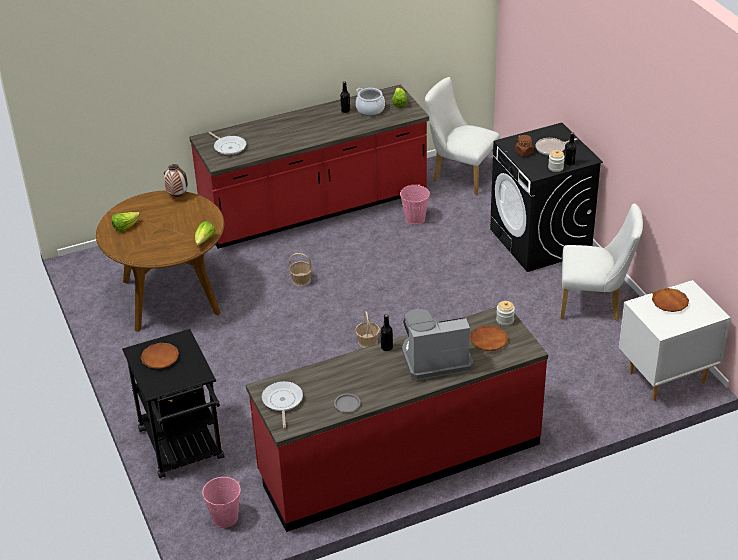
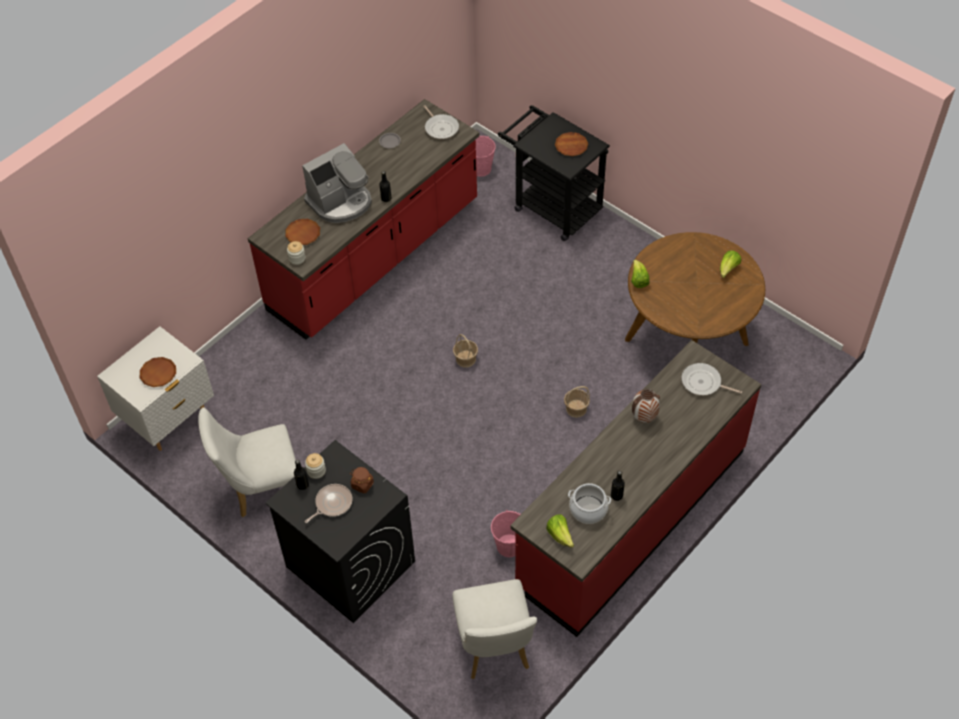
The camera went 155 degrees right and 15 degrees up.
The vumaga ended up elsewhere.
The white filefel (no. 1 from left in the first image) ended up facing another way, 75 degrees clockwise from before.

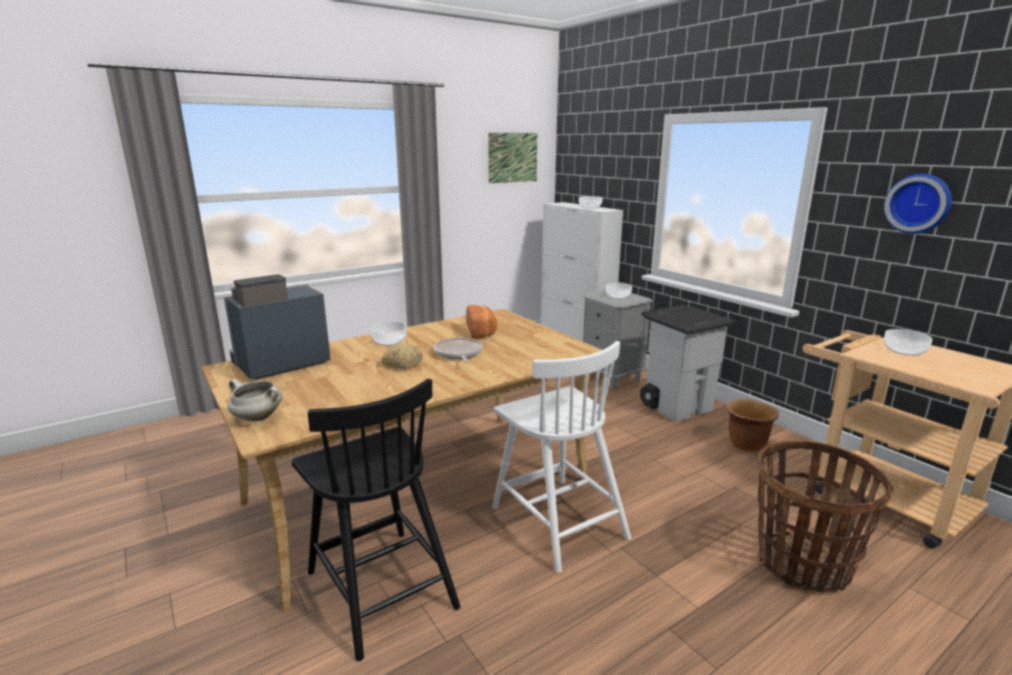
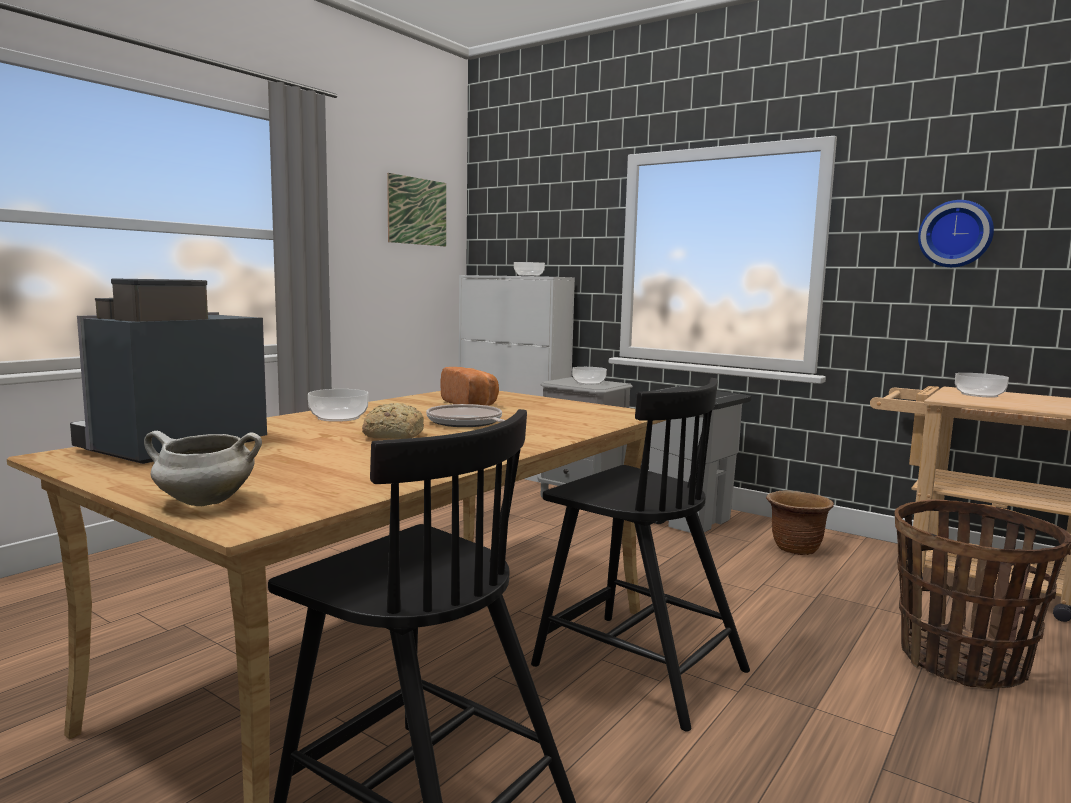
The camera went 20 degrees left and 10 degrees down.
What was the white filefel turned into the black filefel (no. 2 from left).

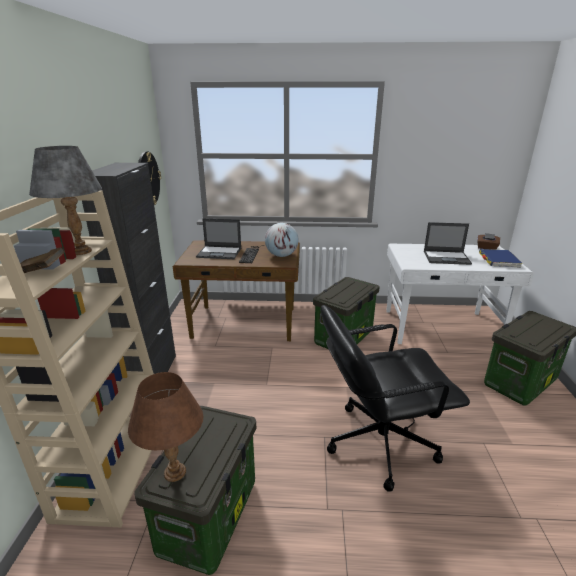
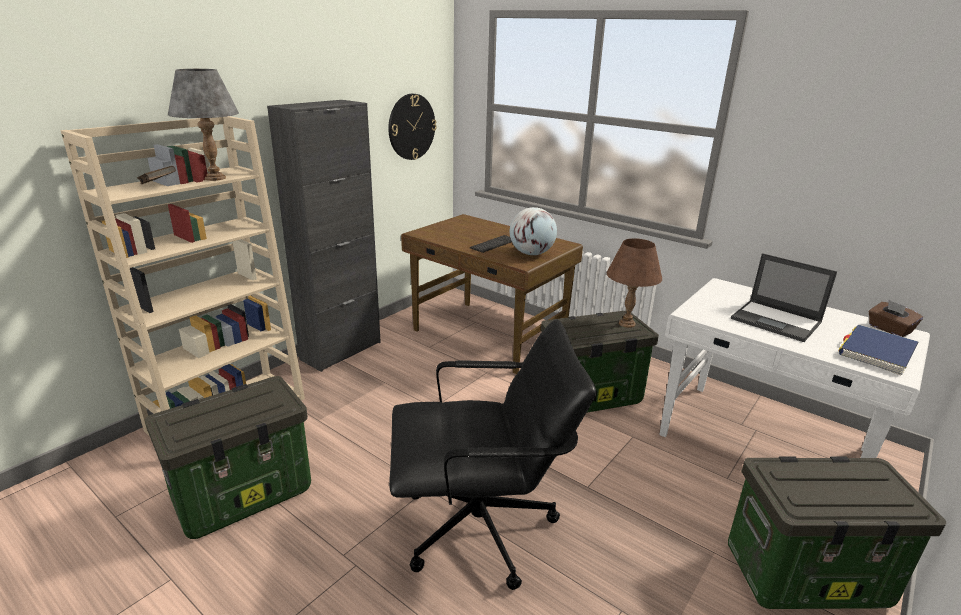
The camera went 35 degrees right and 0 degrees up.
The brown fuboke ended up elsewhere.
The second view lost the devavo (no. 1 from left).
The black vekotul ended up facing another way, 150 degrees clockwise from before.

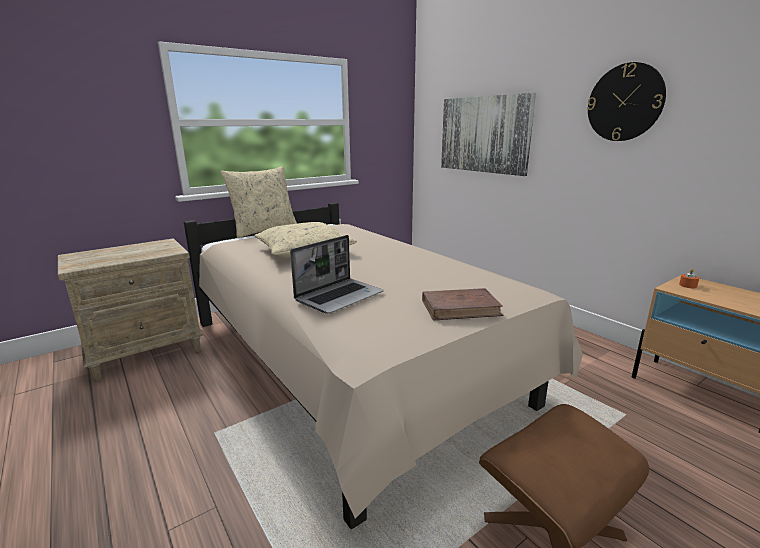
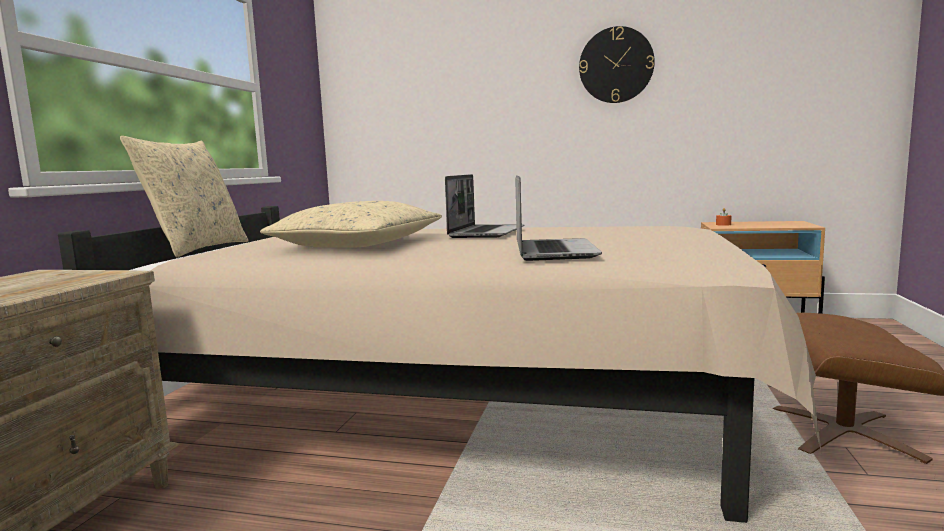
The camera went 40 degrees left and 10 degrees down.
The second view lost the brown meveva.
The second view lost the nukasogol.
The second view gained the devavo (no. 1 from left).

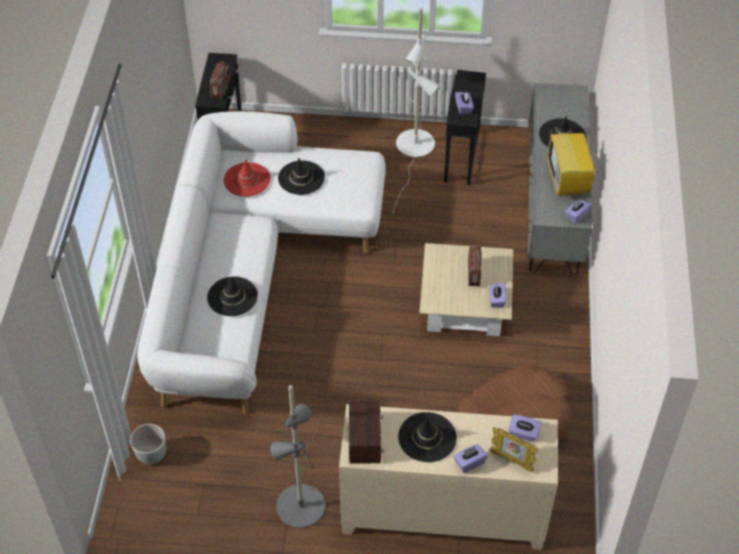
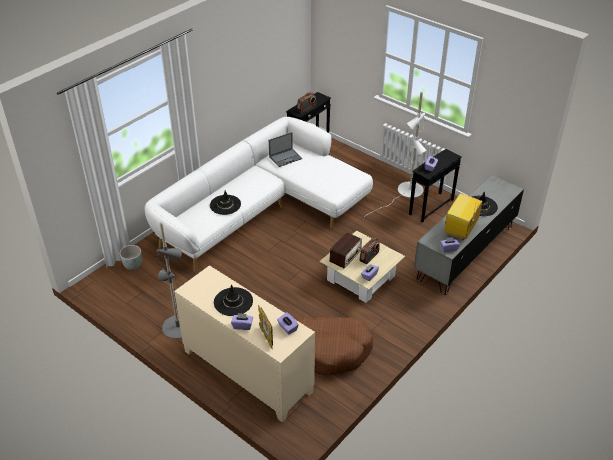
The camera went 35 degrees right and 10 degrees down.
Where the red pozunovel stood, the devavo came to stand.
The second view lost the black pozunovel (no. 2 from left).
The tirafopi (no. 2 from left) ended up elsewhere.

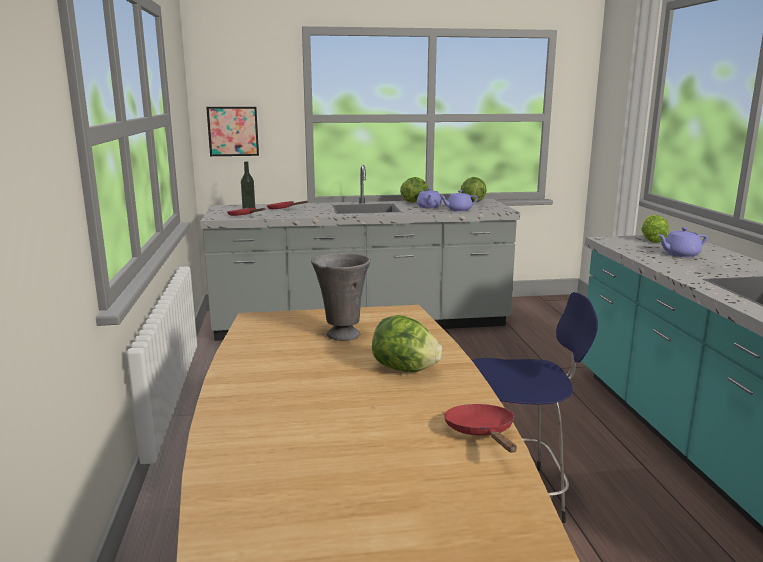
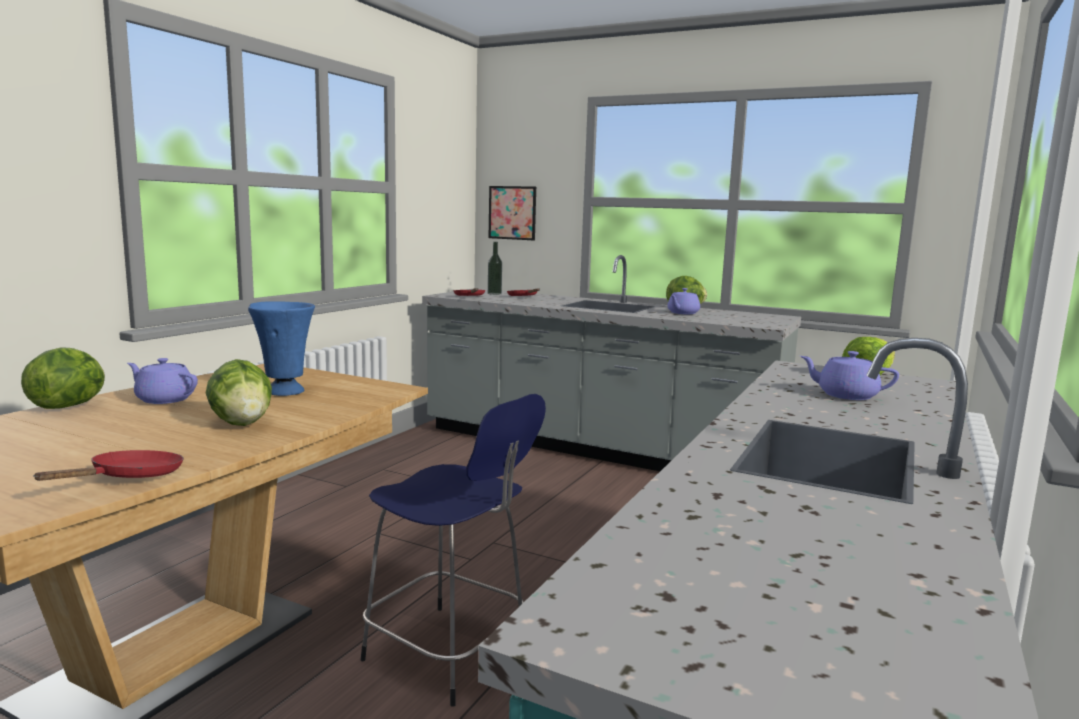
The camera went 35 degrees right and 5 degrees down.
What was the grey vumaga turned into the blue vumaga.
The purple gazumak (no. 2 from left in the first image) ended up elsewhere.
The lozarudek (no. 3 from left in the first image) ended up elsewhere.

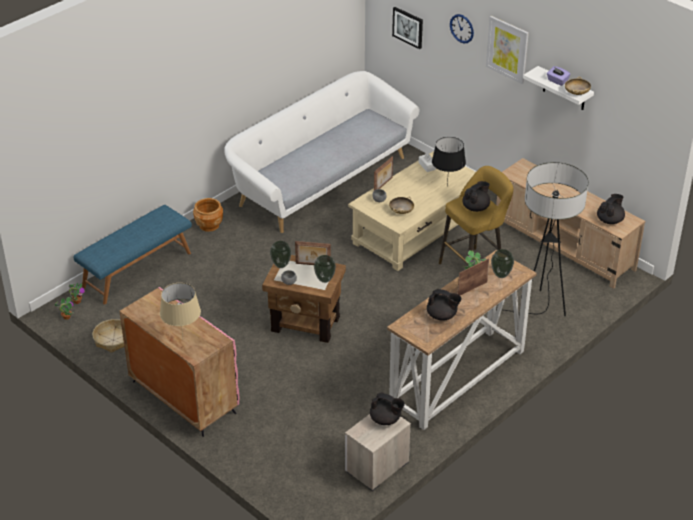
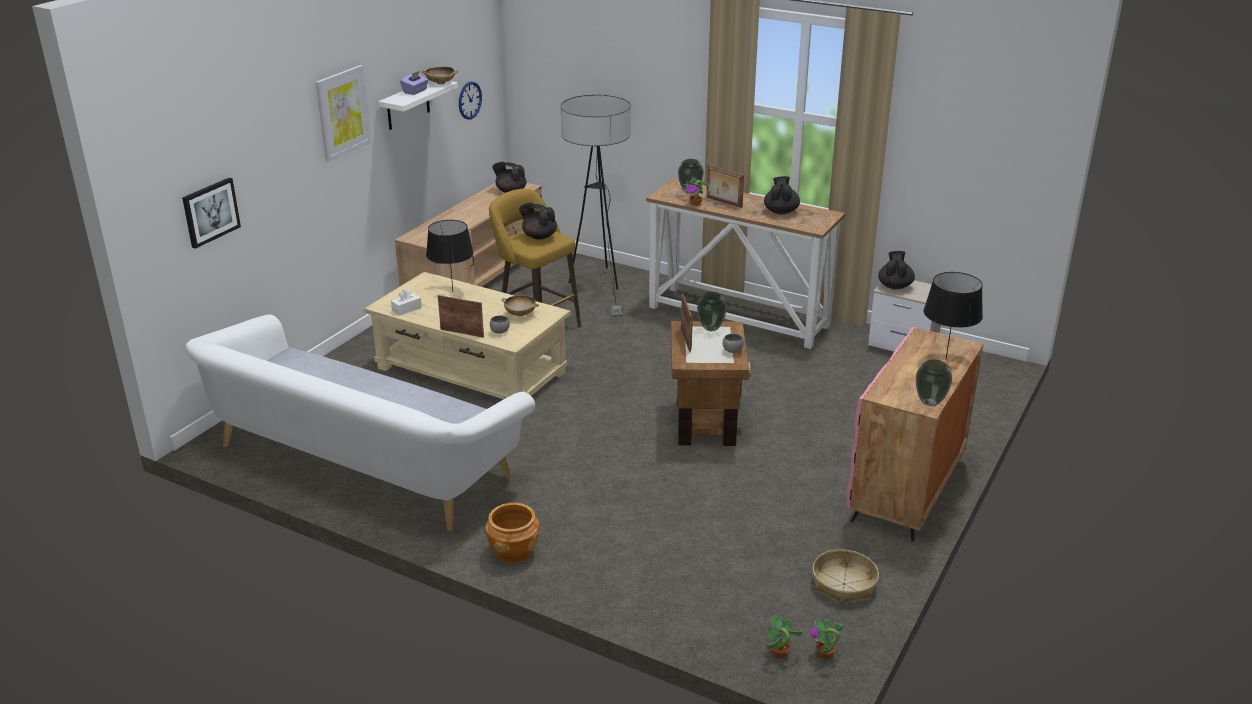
The camera went 105 degrees left and 10 degrees down.
The second view lost the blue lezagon.
What was the beige fuboke turned into the black fuboke (no. 2 from left).
The vumaga (no. 1 from left in the first image) ended up elsewhere.
The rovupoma ended up elsewhere.

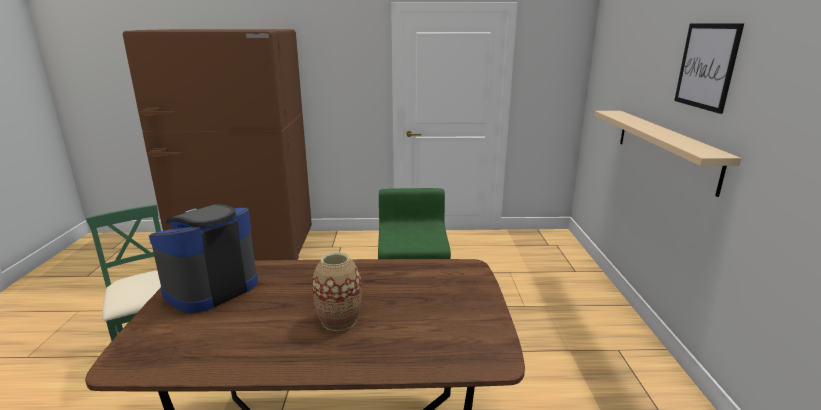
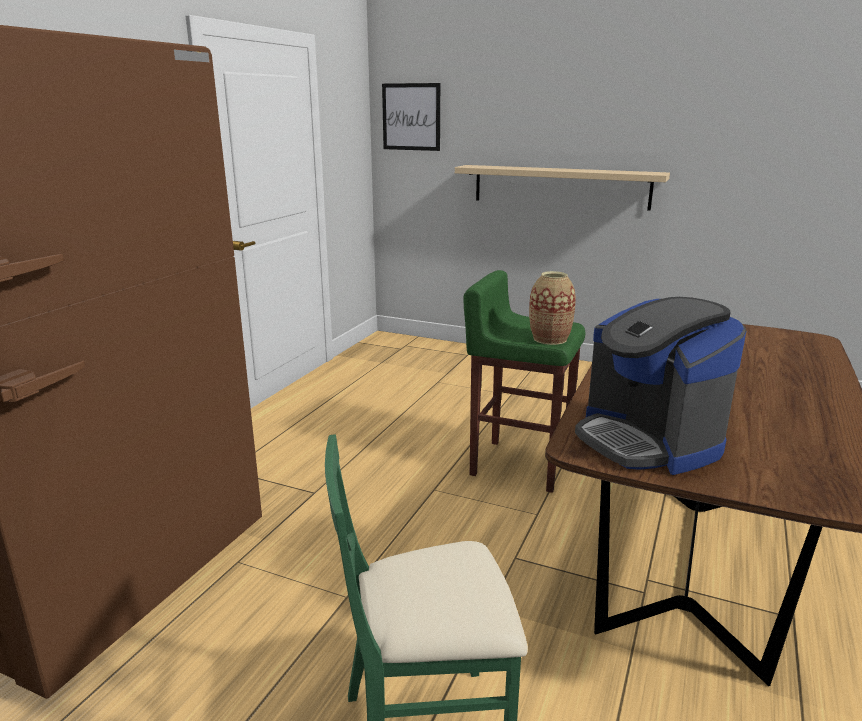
The camera went 65 degrees left and 0 degrees up.
The vumaga ended up elsewhere.
The nukasogol ended up elsewhere.

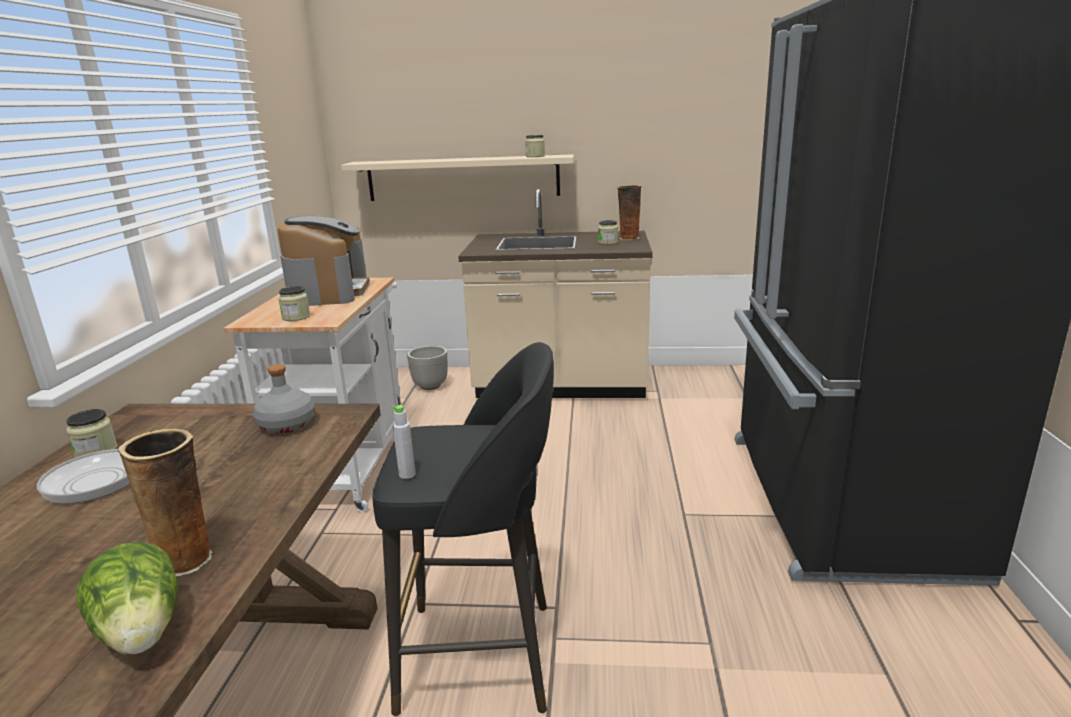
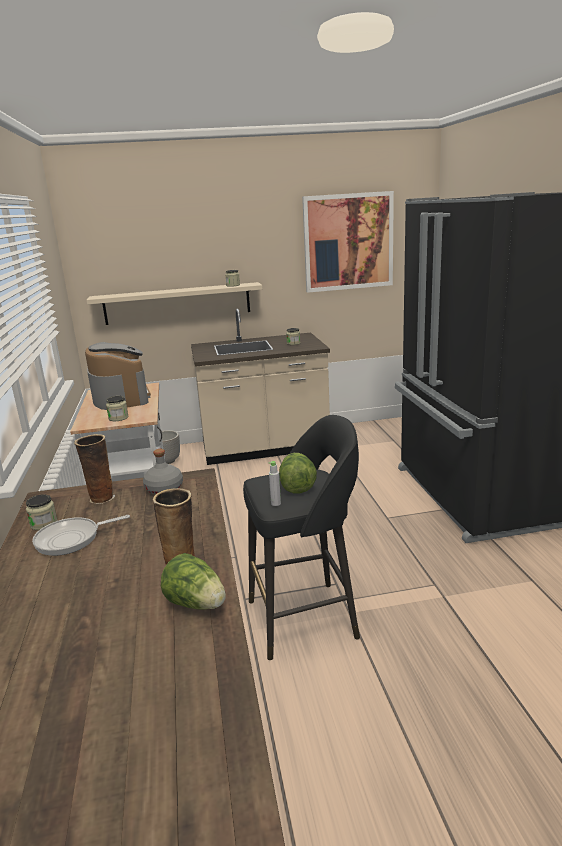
The camera went 15 degrees left and 0 degrees up.
The vumaga (no. 2 from left in the first image) ended up elsewhere.
The second view gained the lozarudek (no. 2 from left).
The second view gained the nukasogol.

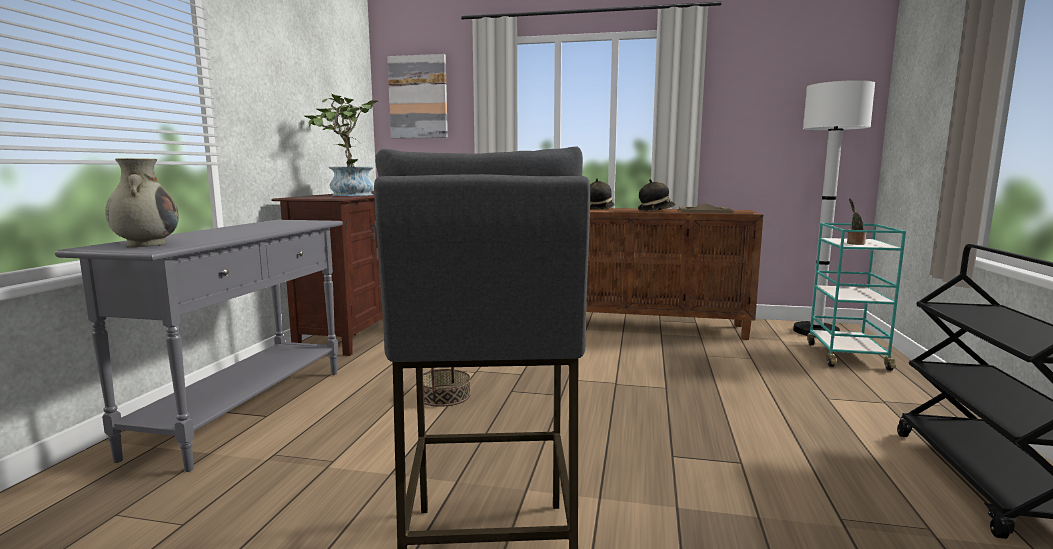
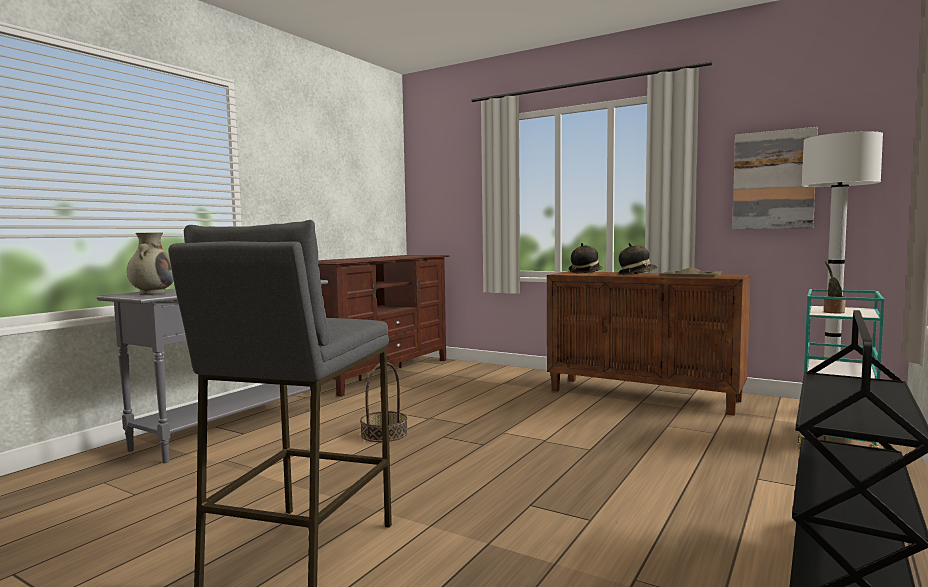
The camera went 20 degrees right and 5 degrees down.
The second view lost the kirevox (no. 1 from left).
The nukasogol ended up elsewhere.

